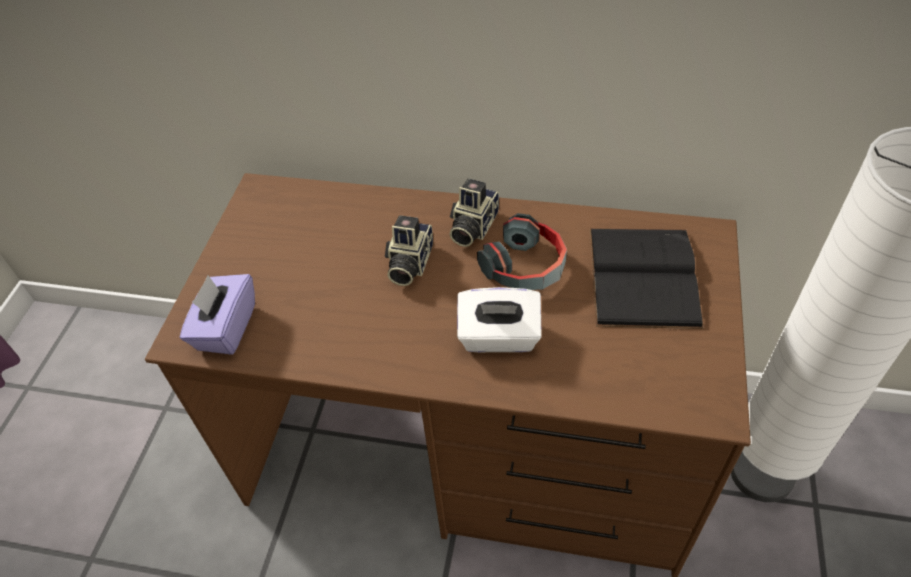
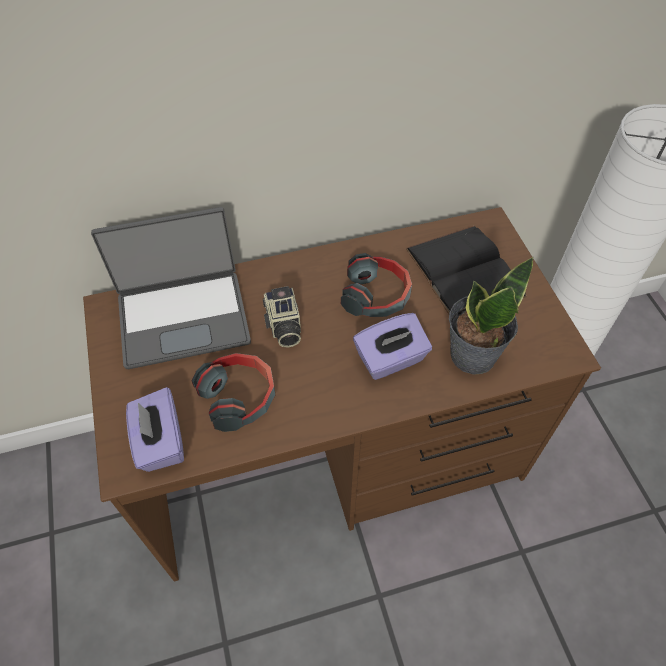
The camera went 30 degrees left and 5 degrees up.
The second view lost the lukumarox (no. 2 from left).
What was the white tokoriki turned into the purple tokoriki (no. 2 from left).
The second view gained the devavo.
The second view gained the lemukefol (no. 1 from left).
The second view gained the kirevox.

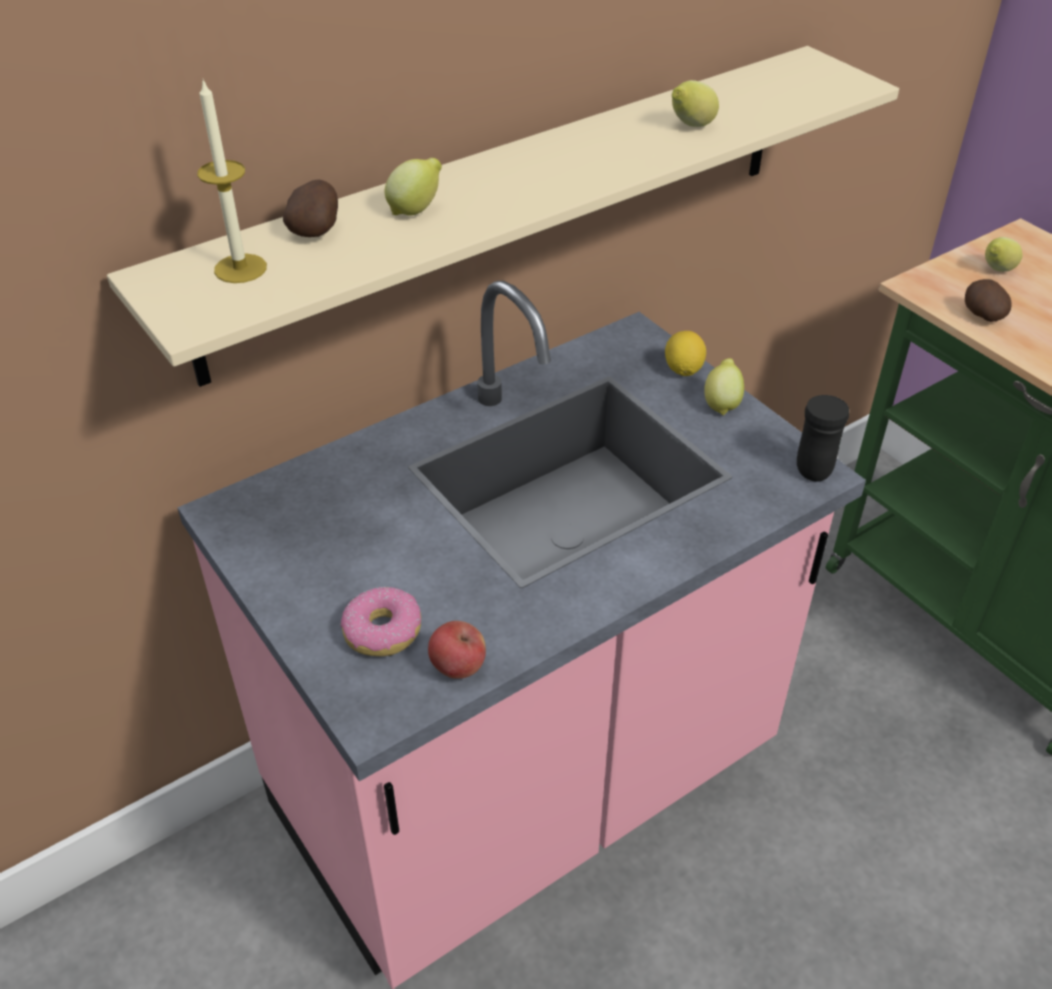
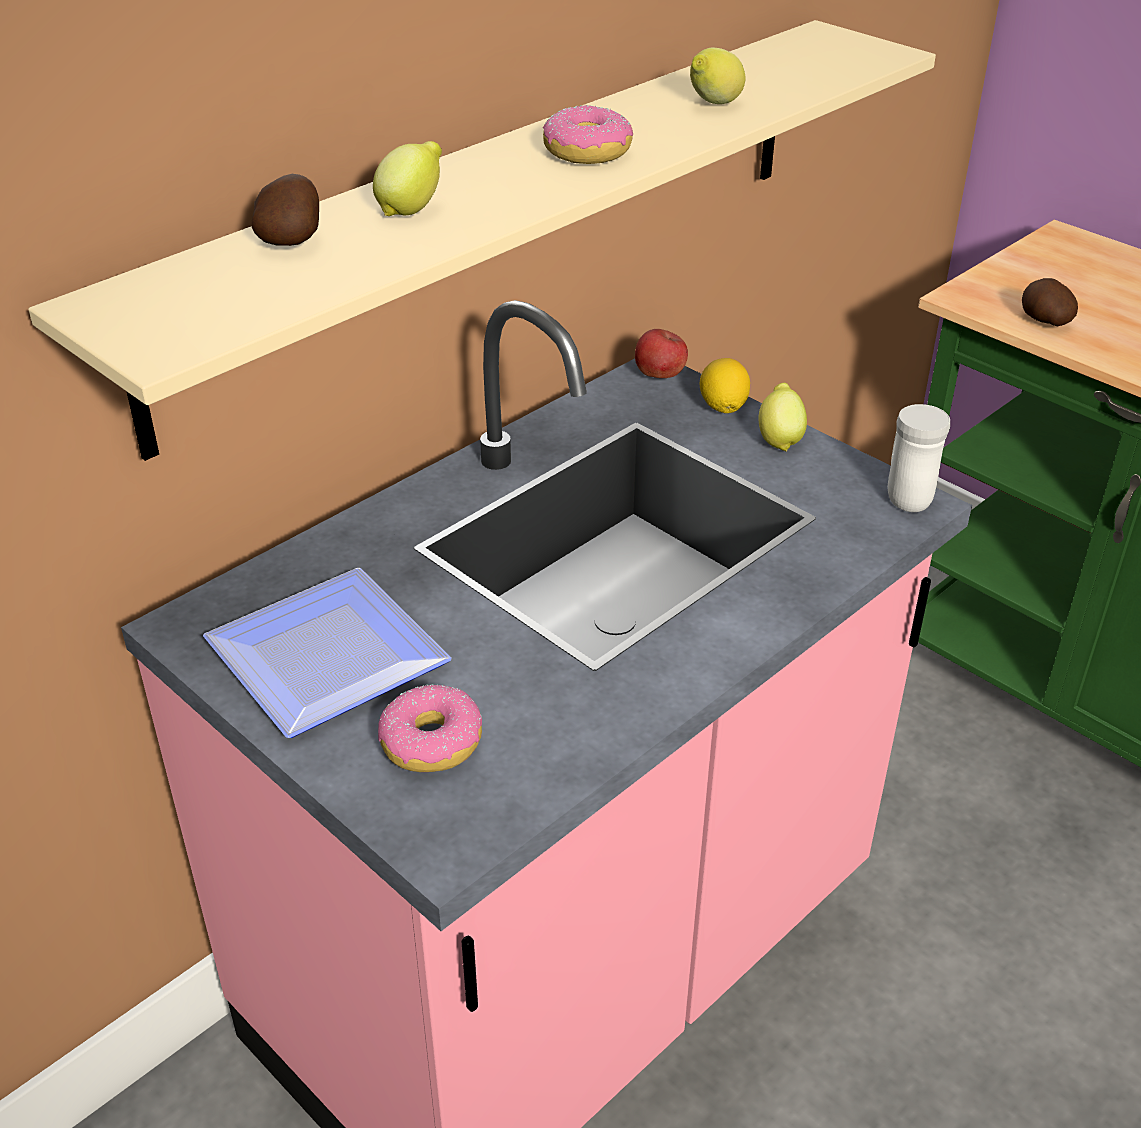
The camera went 10 degrees left and 5 degrees down.
The second view lost the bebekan.
The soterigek ended up elsewhere.
What was the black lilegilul turned into the white lilegilul.
The second view lost the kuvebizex (no. 5 from left).
The second view gained the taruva.
The second view gained the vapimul (no. 2 from left).

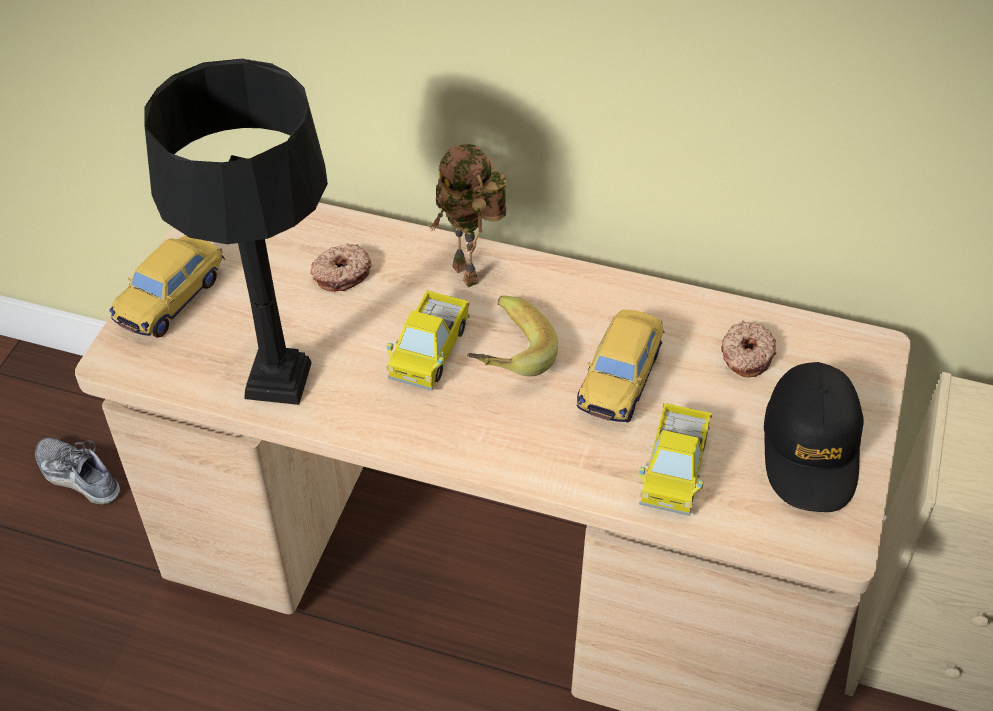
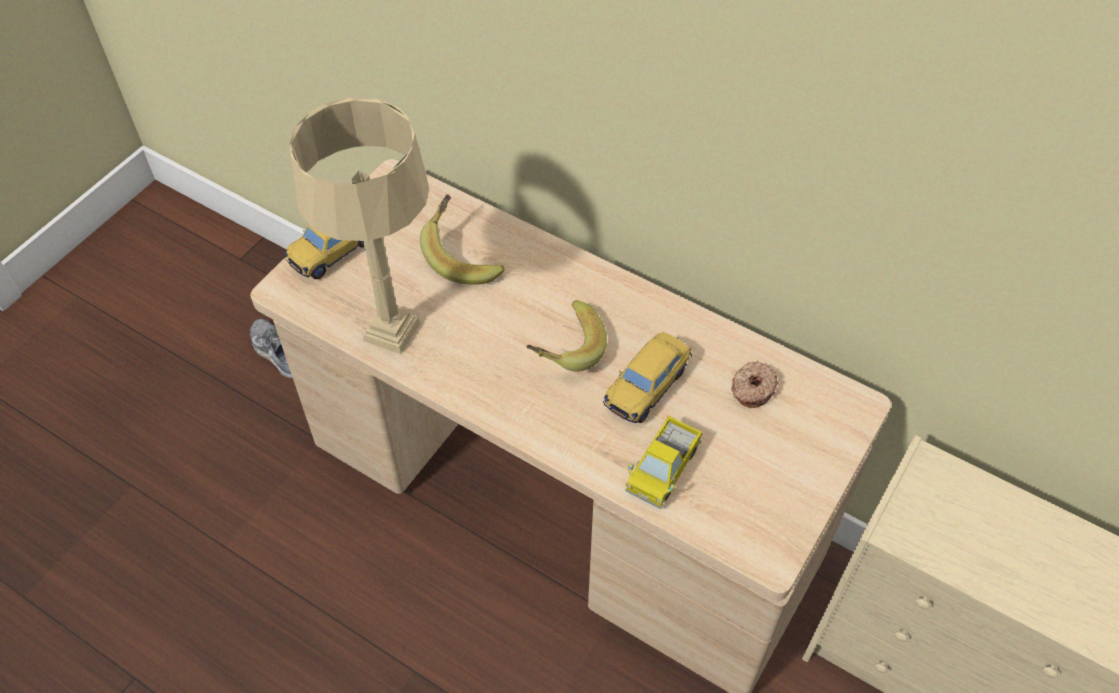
The camera went 15 degrees right and 5 degrees up.
What was the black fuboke turned into the beige fuboke.
Where the vapimul (no. 1 from left) stood, the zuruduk (no. 1 from left) came to stand.
The second view lost the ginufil (no. 1 from left).
The second view lost the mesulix.
The second view lost the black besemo.

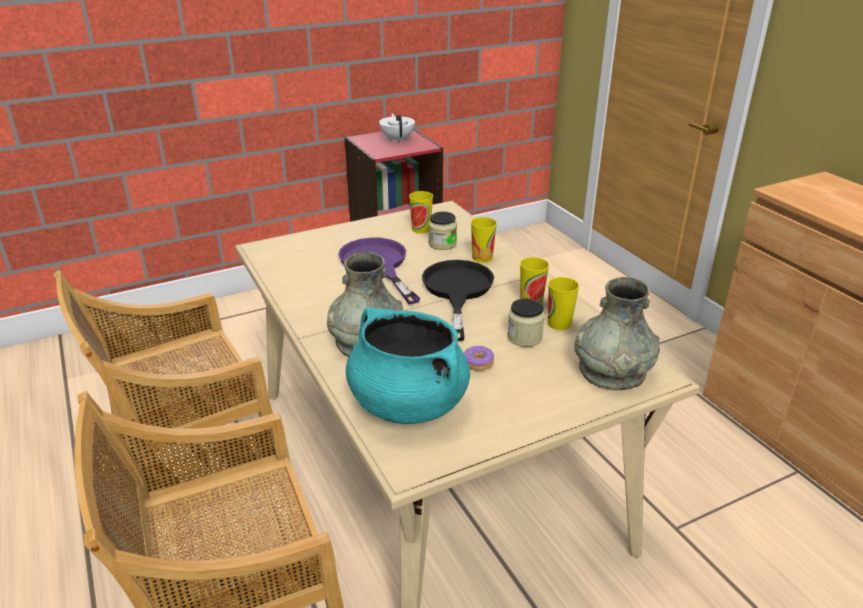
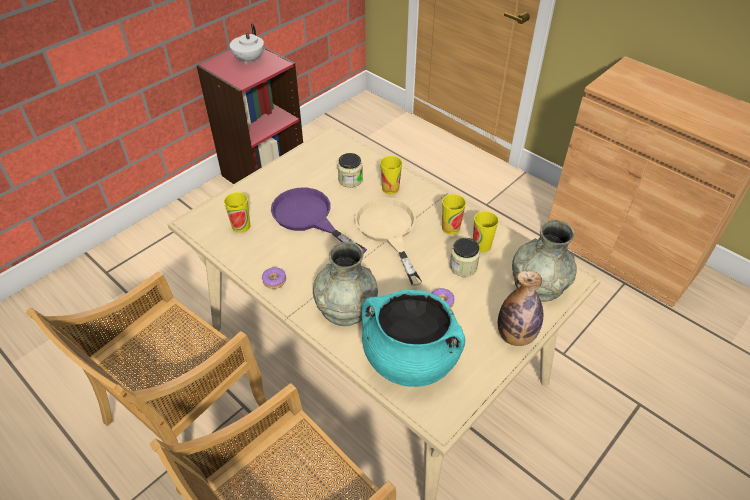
The camera went 20 degrees left and 15 degrees up.
The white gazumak ended up facing another way, 135 degrees counterclockwise from before.
The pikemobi (no. 1 from left) ended up elsewhere.
What was the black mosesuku turned into the beige mosesuku.
The second view gained the vapimul (no. 1 from left).
The second view gained the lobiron.

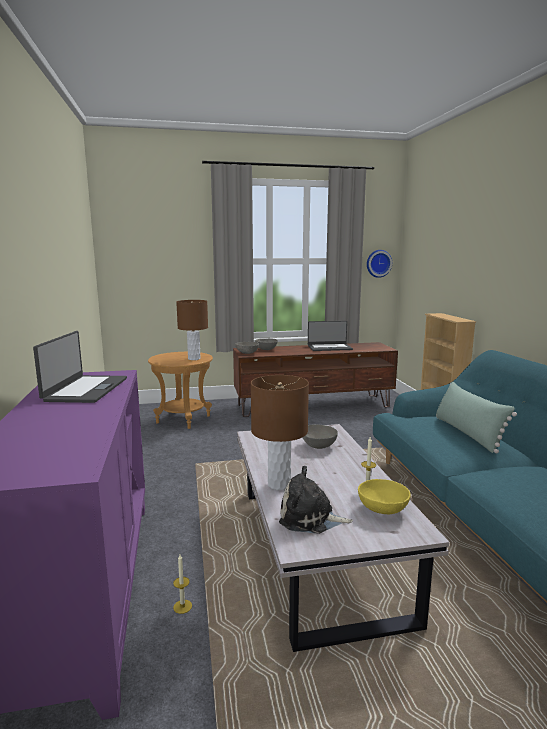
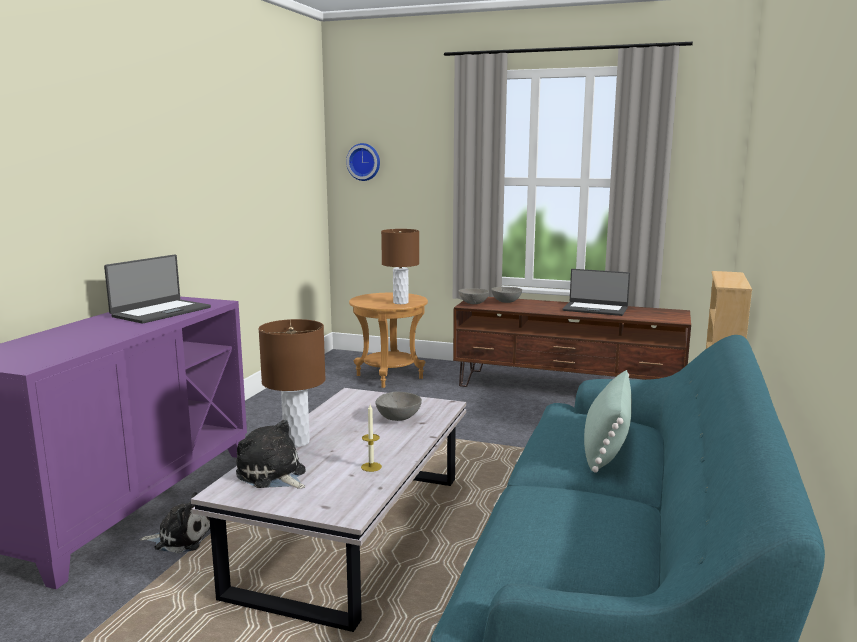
The camera went 30 degrees right and 0 degrees up.
Where the bebekan (no. 1 from left) stood, the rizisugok (no. 1 from left) came to stand.
The second view lost the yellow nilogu.
The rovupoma ended up elsewhere.

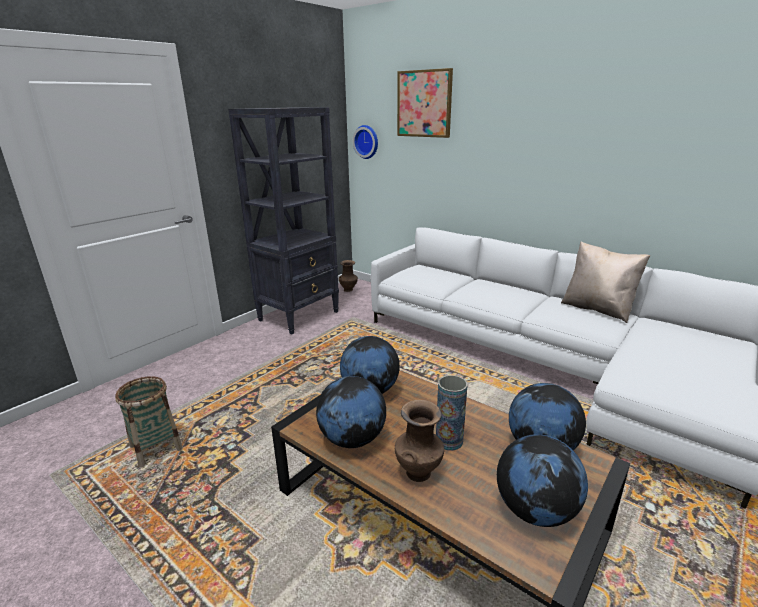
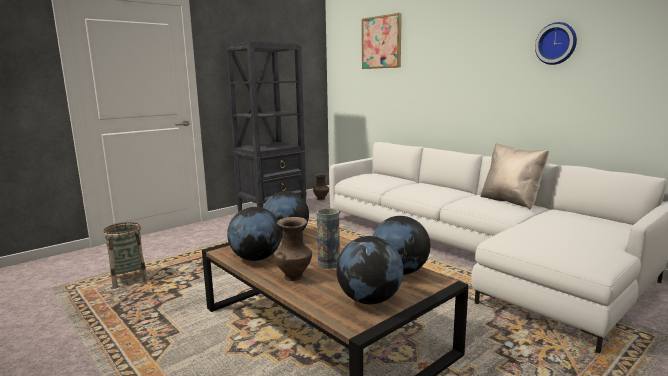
The camera went 10 degrees right and 10 degrees down.
The rovupoma ended up elsewhere.

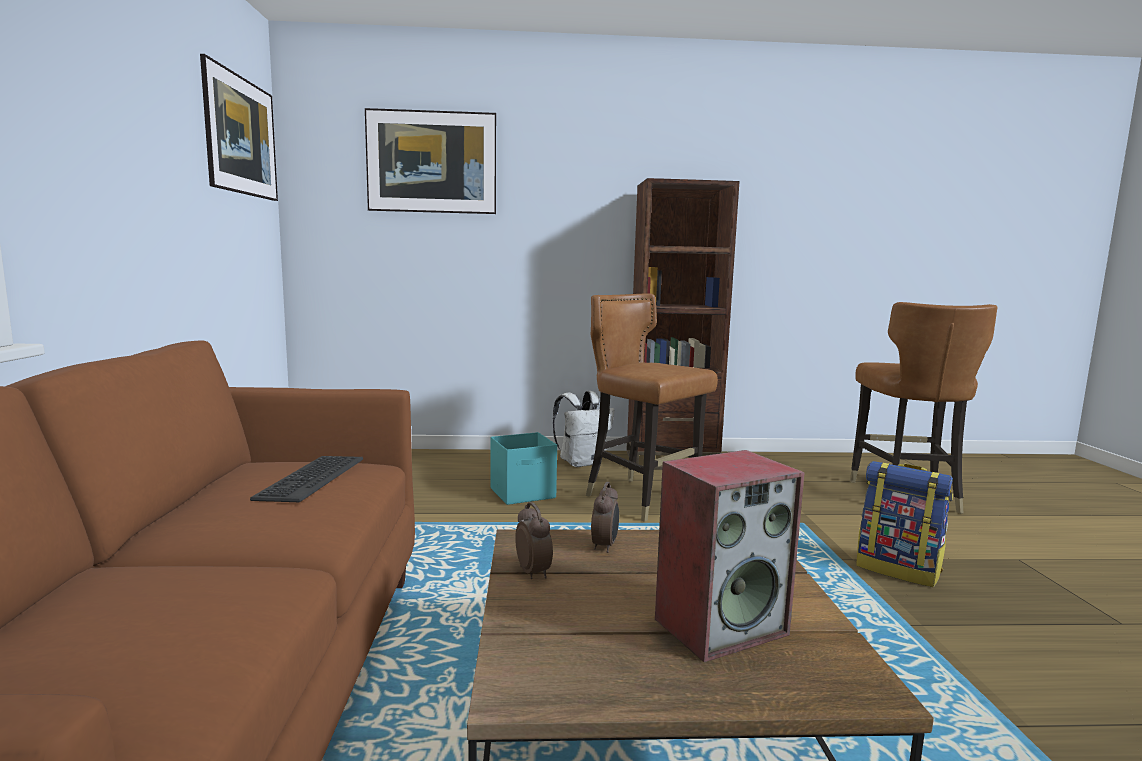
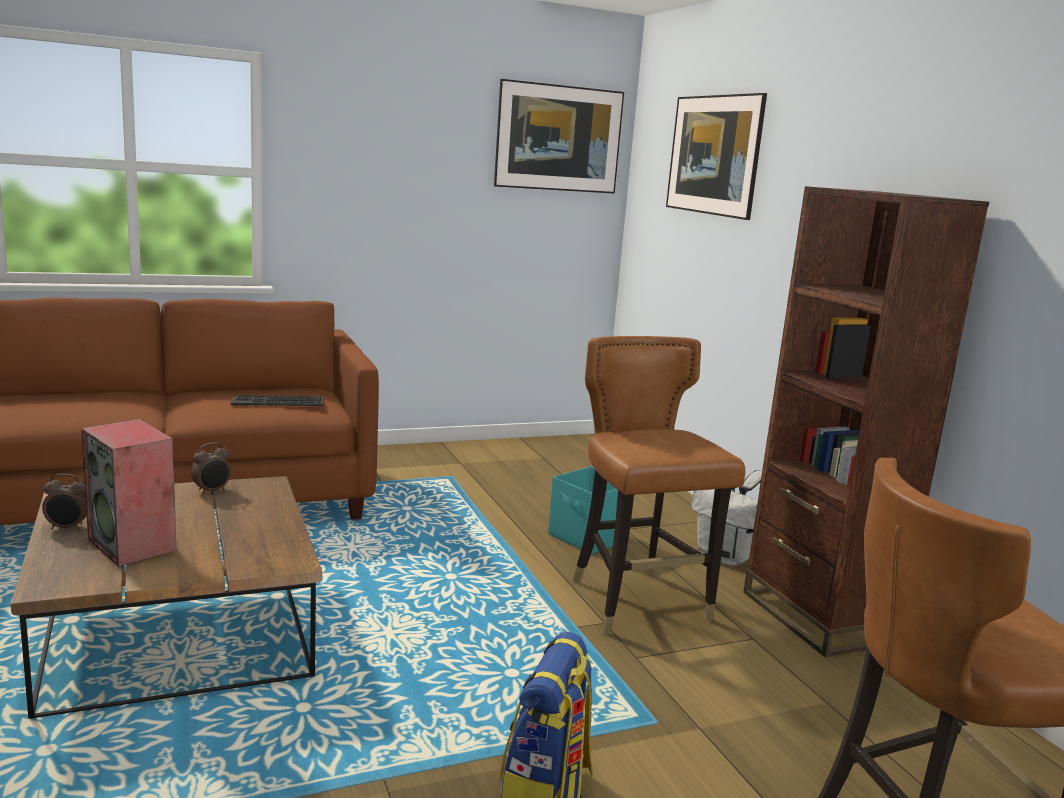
The camera went 70 degrees right and 5 degrees up.
The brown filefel (no. 1 from left) ended up facing another way, 45 degrees counterclockwise from before.
The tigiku (no. 2 from left in the first image) ended up elsewhere.

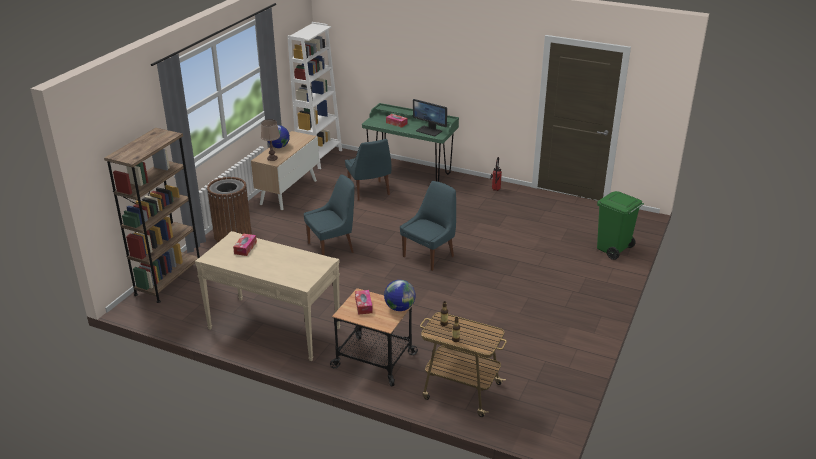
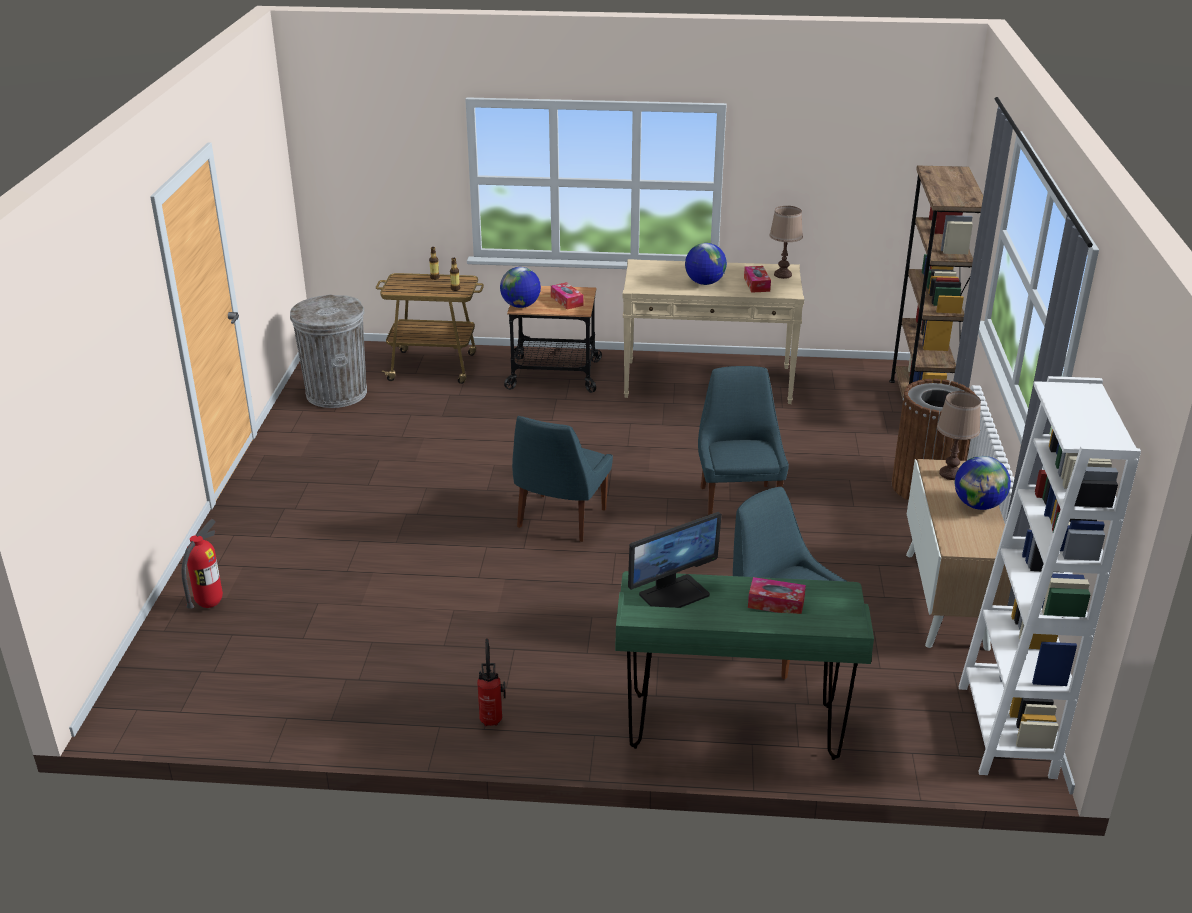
The camera went 160 degrees right and 0 degrees up.
The blue filefel (no. 1 from left in the first image) ended up facing another way, 135 degrees clockwise from before.
The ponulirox ended up facing another way, 135 degrees clockwise from before.
Where the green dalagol stood, the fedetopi (no. 1 from left) came to stand.
The second view gained the grey dalagol.
The second view gained the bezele (no. 2 from left).
The second view gained the brown fuboke (no. 1 from left).

